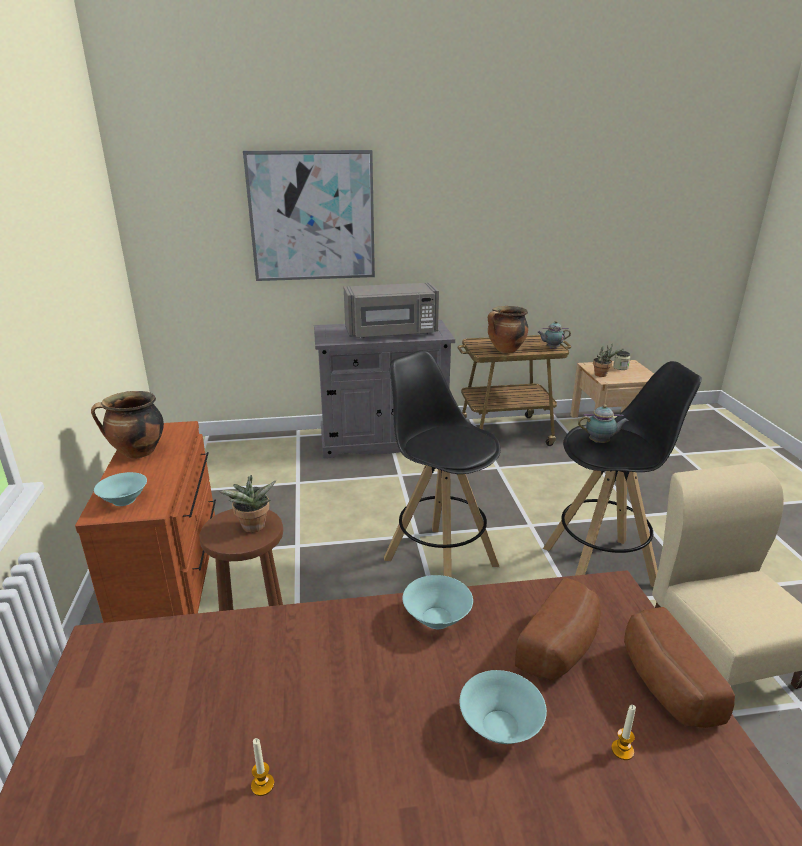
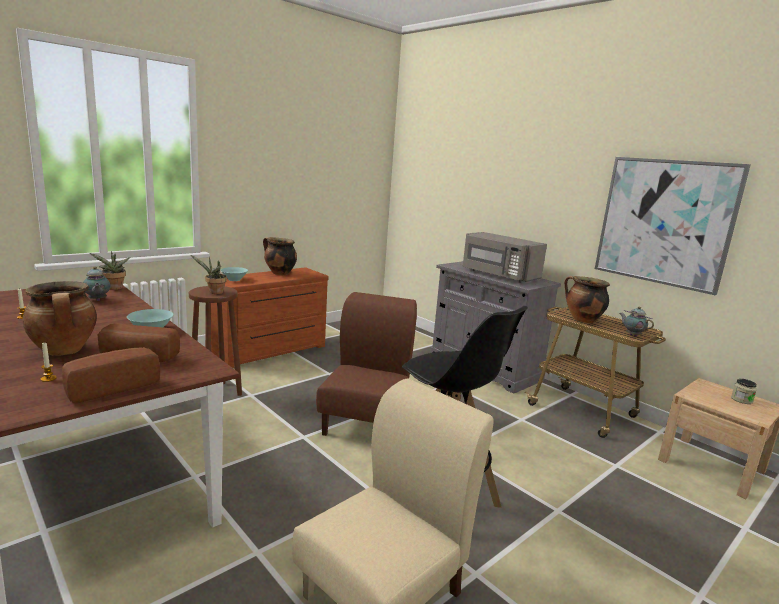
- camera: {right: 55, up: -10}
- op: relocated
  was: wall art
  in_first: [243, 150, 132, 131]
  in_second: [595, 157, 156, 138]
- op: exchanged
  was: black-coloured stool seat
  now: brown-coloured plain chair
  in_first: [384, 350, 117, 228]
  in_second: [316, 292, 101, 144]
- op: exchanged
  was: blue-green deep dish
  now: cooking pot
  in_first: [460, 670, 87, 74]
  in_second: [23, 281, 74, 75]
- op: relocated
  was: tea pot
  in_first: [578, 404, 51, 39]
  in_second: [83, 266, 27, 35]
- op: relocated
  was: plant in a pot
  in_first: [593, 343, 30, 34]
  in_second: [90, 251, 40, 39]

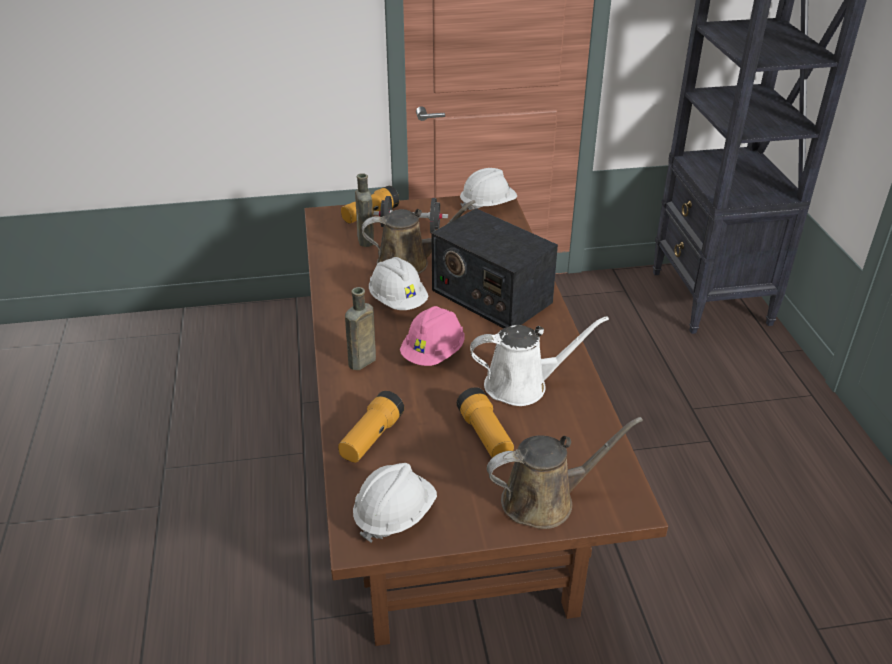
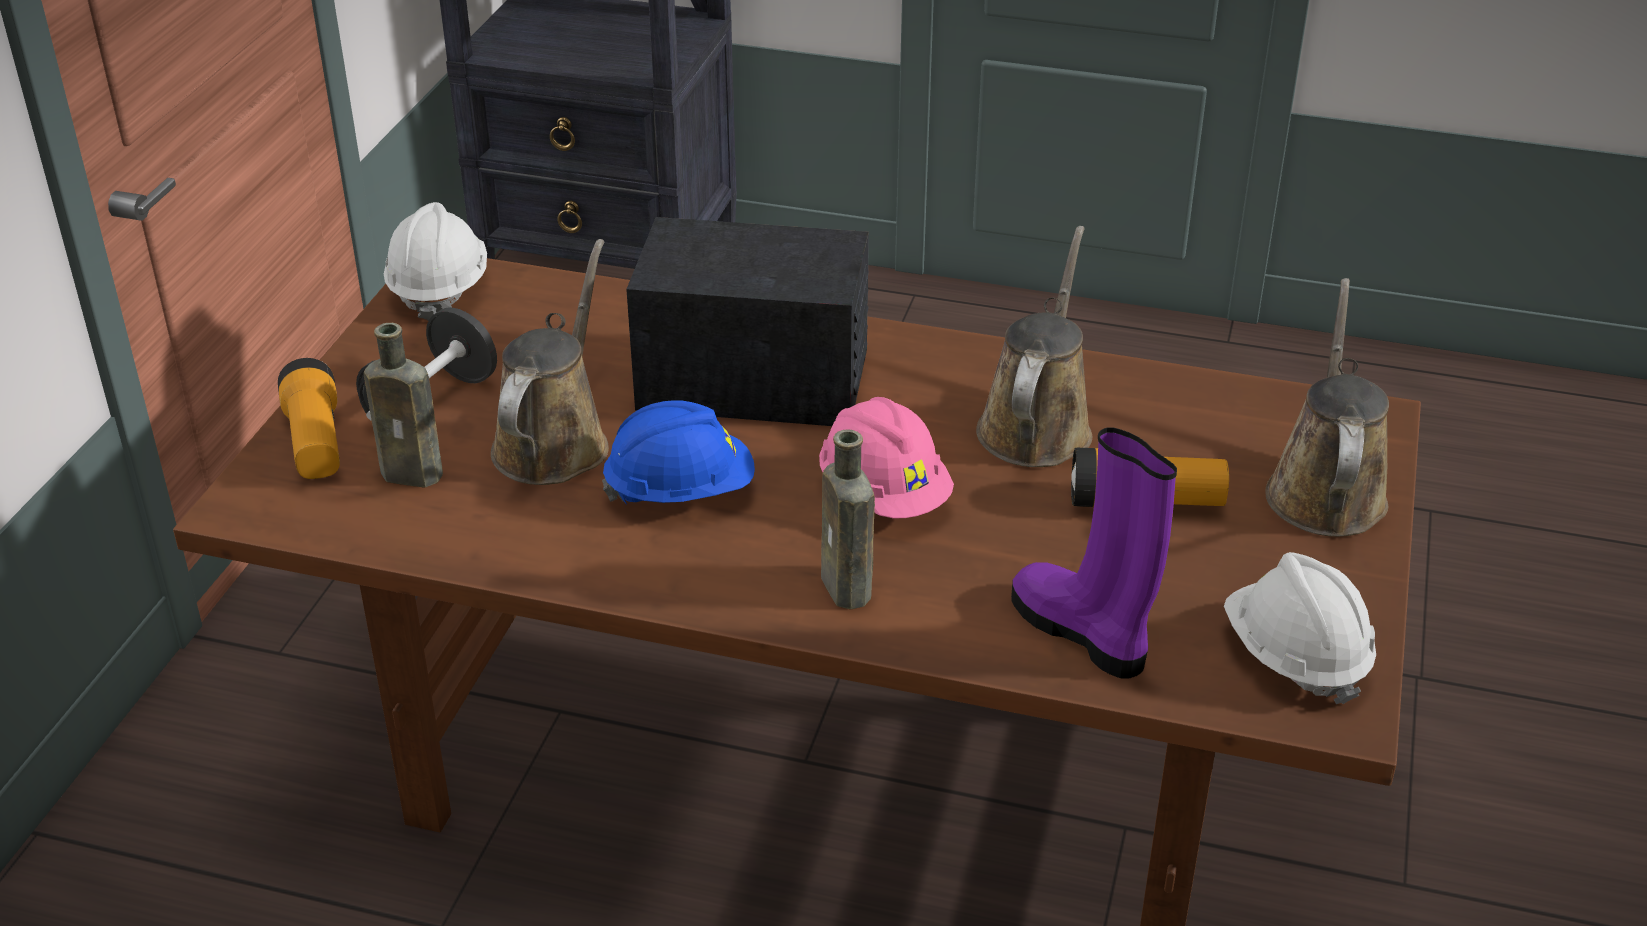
- camera: {right: -65, up: 0}
- op: exchanged
  was: flashlight
  now: purple-coloured tall boot
  in_first: [338, 391, 66, 72]
  in_second: [1011, 427, 166, 252]
- op: colour
  was: whitish hard hat
  now: blue hard hat
  in_first: [369, 257, 59, 53]
  in_second: [602, 400, 153, 104]
- op: spun
  was: radio receiver
  in_first: [431, 208, 127, 120]
  in_second: [626, 217, 243, 209]
  clockwise: -150
- op: colour
  was: whitish watering pot
  now: brown-coloured watering pot
  in_first: [470, 316, 139, 90]
  in_second: [976, 226, 116, 241]

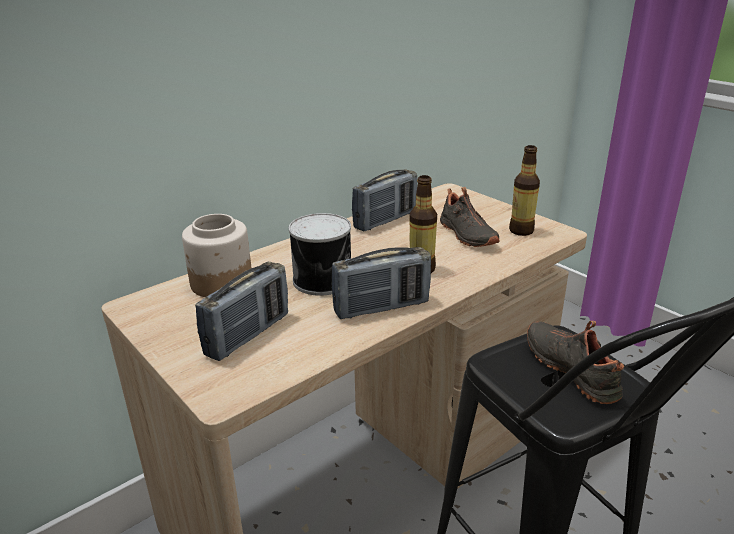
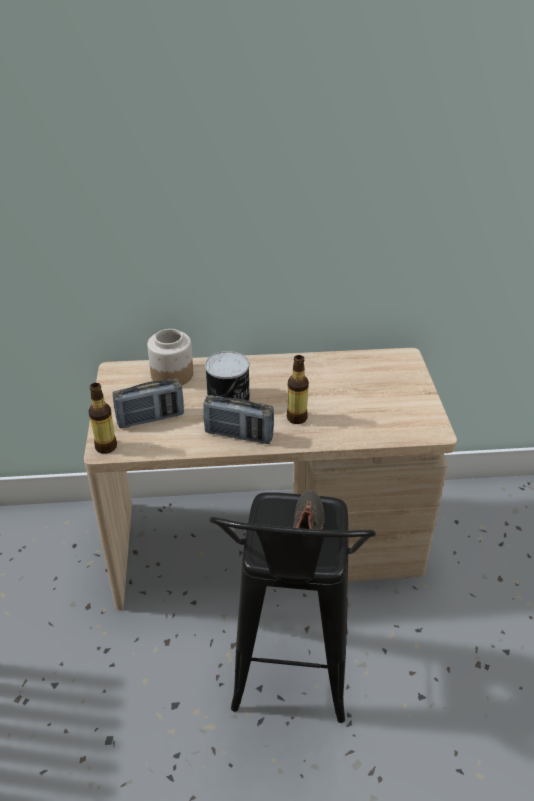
- camera: {right: 35, up: 10}
- op: missing
  was: radio receiver
  in_first: [352, 170, 65, 62]
- op: missing
  was: black-coloured shoe
  in_first: [440, 187, 59, 60]
- op: relocated
  was: bottle
  in_first: [509, 145, 31, 91]
  in_second: [88, 383, 29, 71]

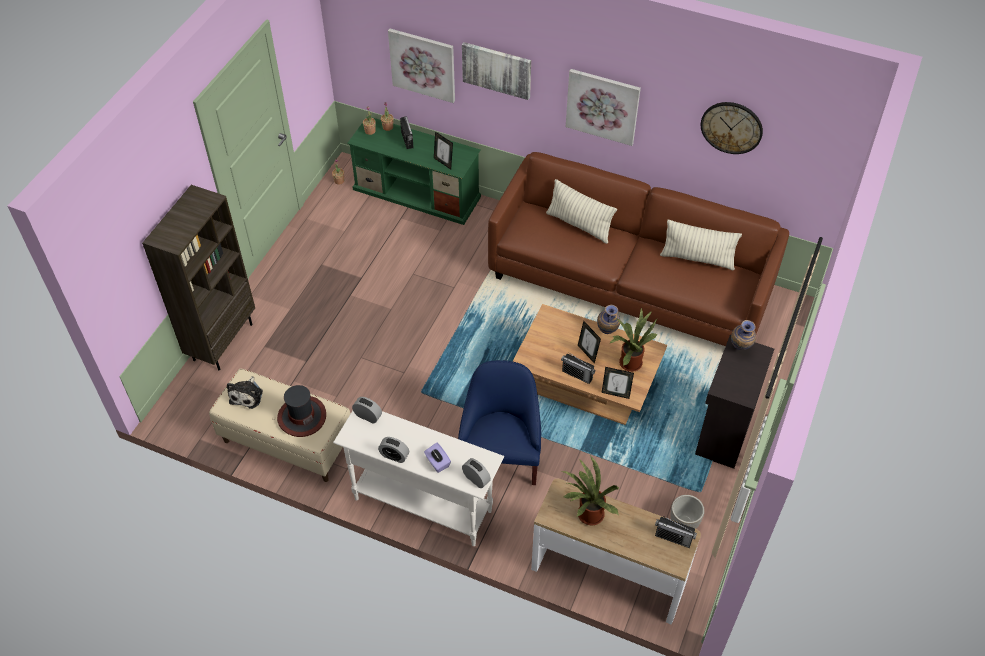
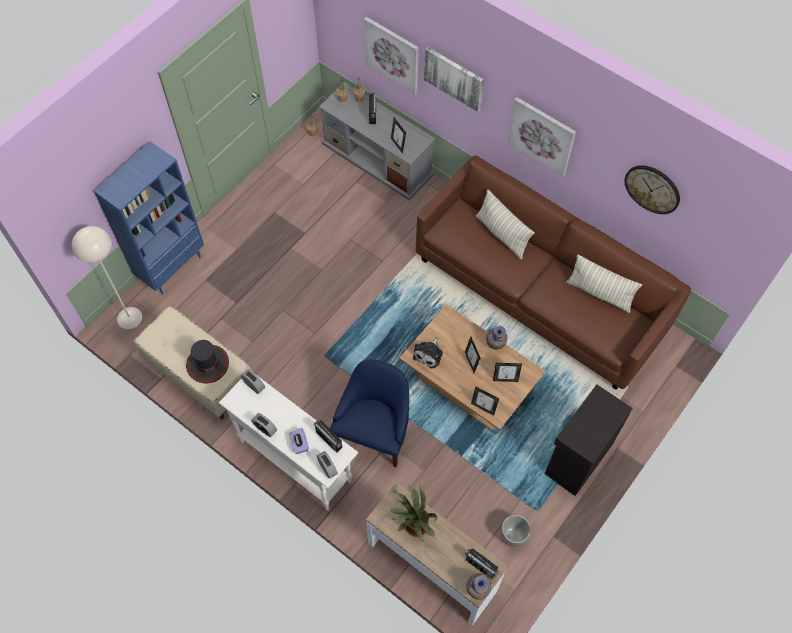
- camera: {right: 15, up: 10}
- op: colour
  was: brown-coloured bookcase
  now: blue bookcase
  in_first: [142, 185, 113, 186]
  in_second: [94, 141, 110, 153]
- op: relocated
  was: plush toy
  in_first: [227, 376, 36, 33]
  in_second: [413, 337, 30, 32]
- op: colour
  was: green-coloured tv stand
  now: greyish tv stand
  in_first: [347, 116, 134, 109]
  in_second: [319, 82, 117, 119]
- op: relocated
  was: radio receiver
  in_first: [561, 353, 34, 31]
  in_second: [314, 420, 28, 33]
- op: exchanged
  was: plant in a pot
  now: picture frame
  in_first: [609, 308, 49, 64]
  in_second: [493, 363, 29, 19]
- op: relocated
  was: vase
  in_first: [731, 320, 25, 30]
  in_second: [467, 573, 24, 27]
- op: appeared
  now: beige-coloured standing lamp
  in_second: [72, 226, 70, 103]

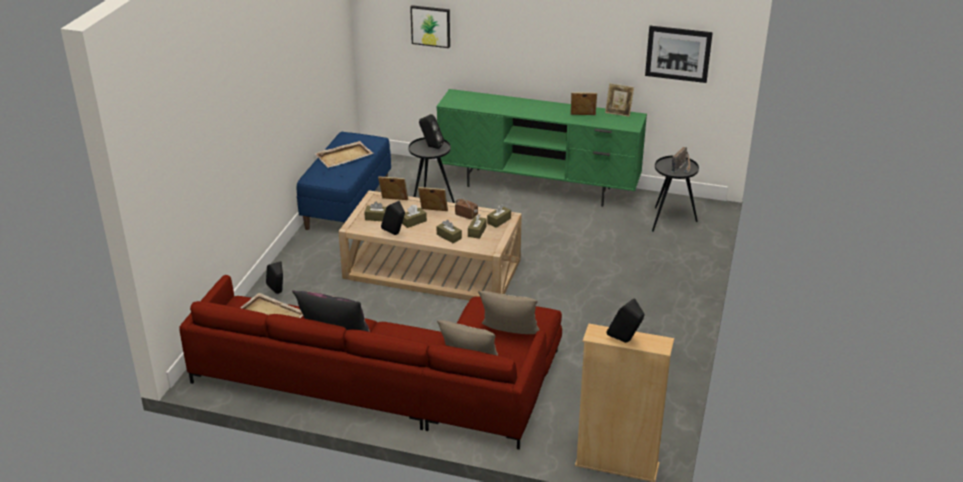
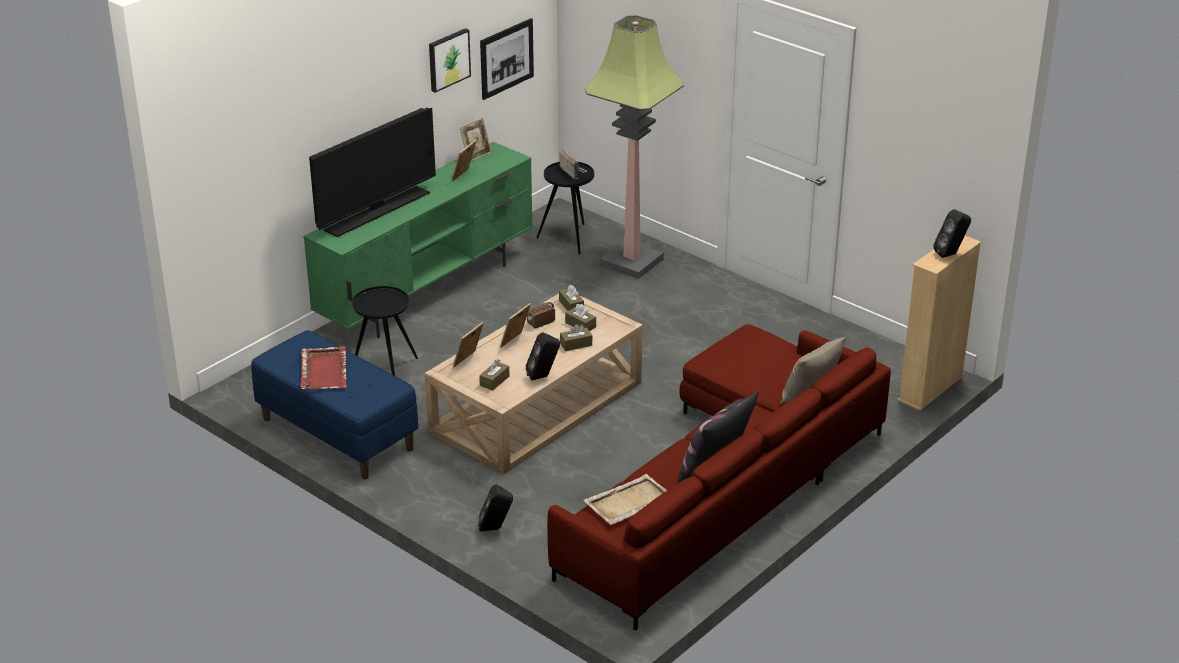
- camera: {right: -65, up: 0}
- op: colour
  was: beige-coloured tray
  now: reddish tray
  in_first: [314, 141, 60, 27]
  in_second: [301, 346, 46, 44]
- op: missing
  was: brown-coloured tissue holder
  in_first: [402, 205, 25, 23]
- op: relocated
  was: wall art
  in_first: [410, 5, 40, 43]
  in_second: [429, 28, 42, 65]
- op: missing
  was: black-coloured audio speaker
  in_first: [419, 114, 25, 35]
- op: missing
  was: beige-coloured pillow
  in_first: [478, 291, 62, 43]
- op: appeared
  now: TV
  in_second: [309, 107, 127, 130]
- op: appeared
  now: standing lamp
  in_second: [585, 15, 99, 264]

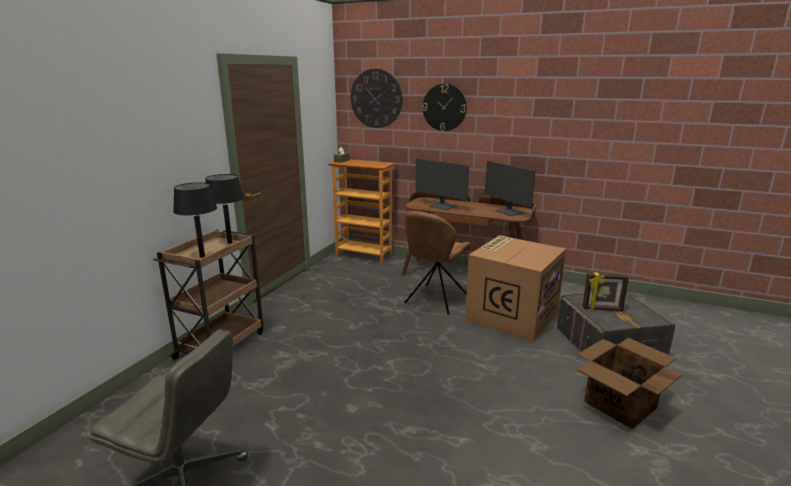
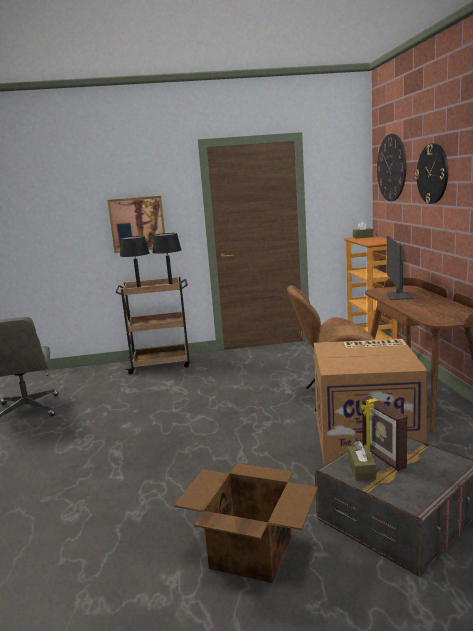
- camera: {right: 60, up: -5}
- op: missing
  was: computer display
  in_first: [485, 161, 50, 55]
- op: appeared
  now: wall art
  in_second: [107, 196, 58, 57]
- op: appeared
  now: brown-coloured tissue holder
  in_second: [348, 441, 28, 40]

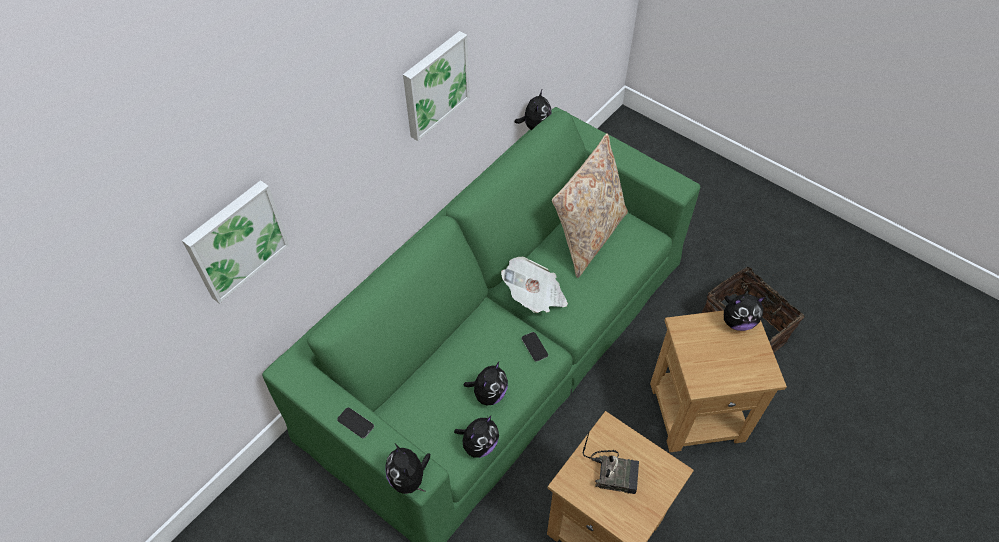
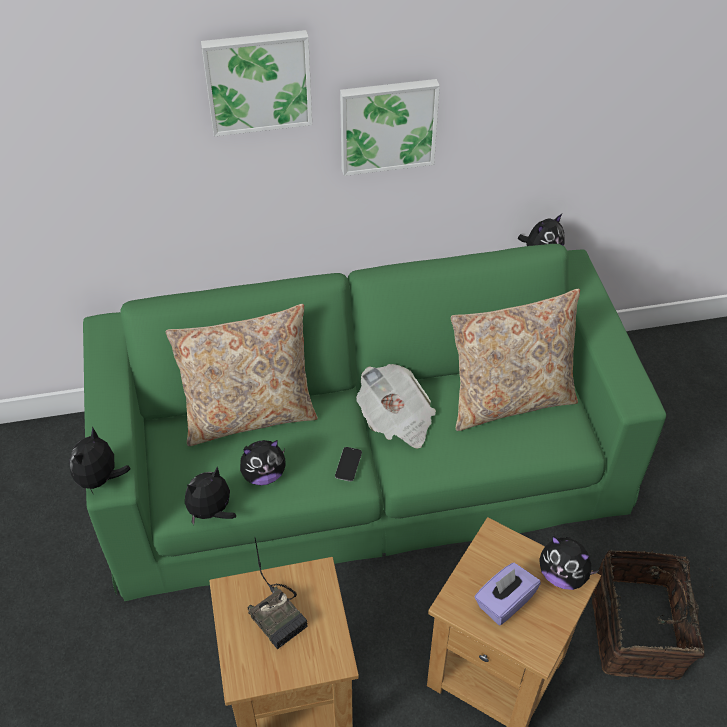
- camera: {right: 40, up: -5}
- op: relocated
  was: wall art
  in_first: [182, 180, 107, 124]
  in_second: [201, 30, 111, 106]
- op: missing
  was: handset
  in_first: [337, 407, 37, 31]
- op: spun
  was: plush toy
  in_first: [454, 416, 45, 42]
  in_second: [185, 466, 51, 59]
  clockwise: 150
- op: appeared
  now: beige-coloured pillow
  in_second: [165, 304, 153, 142]
- op: appeared
  now: purple-coloured tissue holder
  in_second: [475, 563, 66, 63]

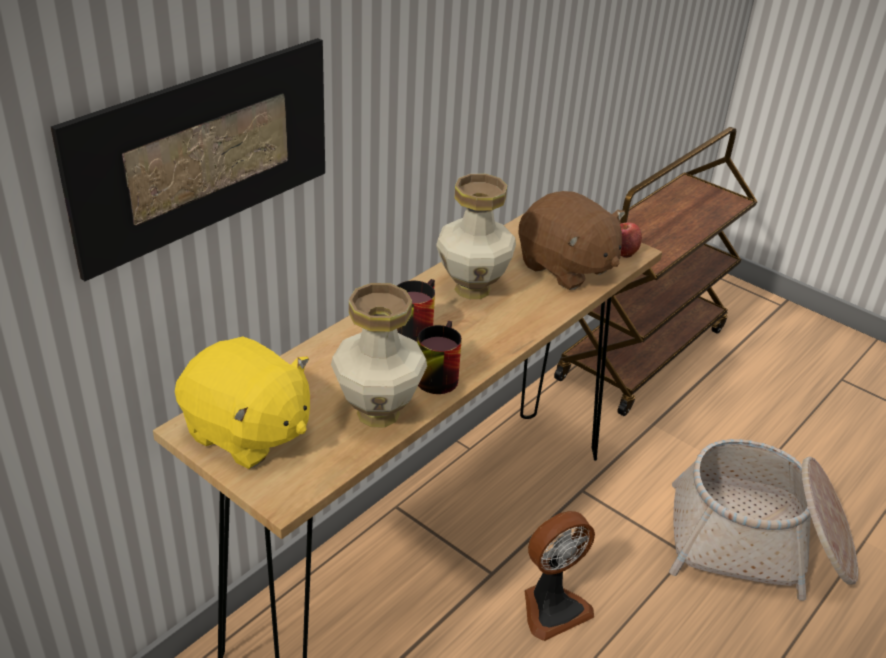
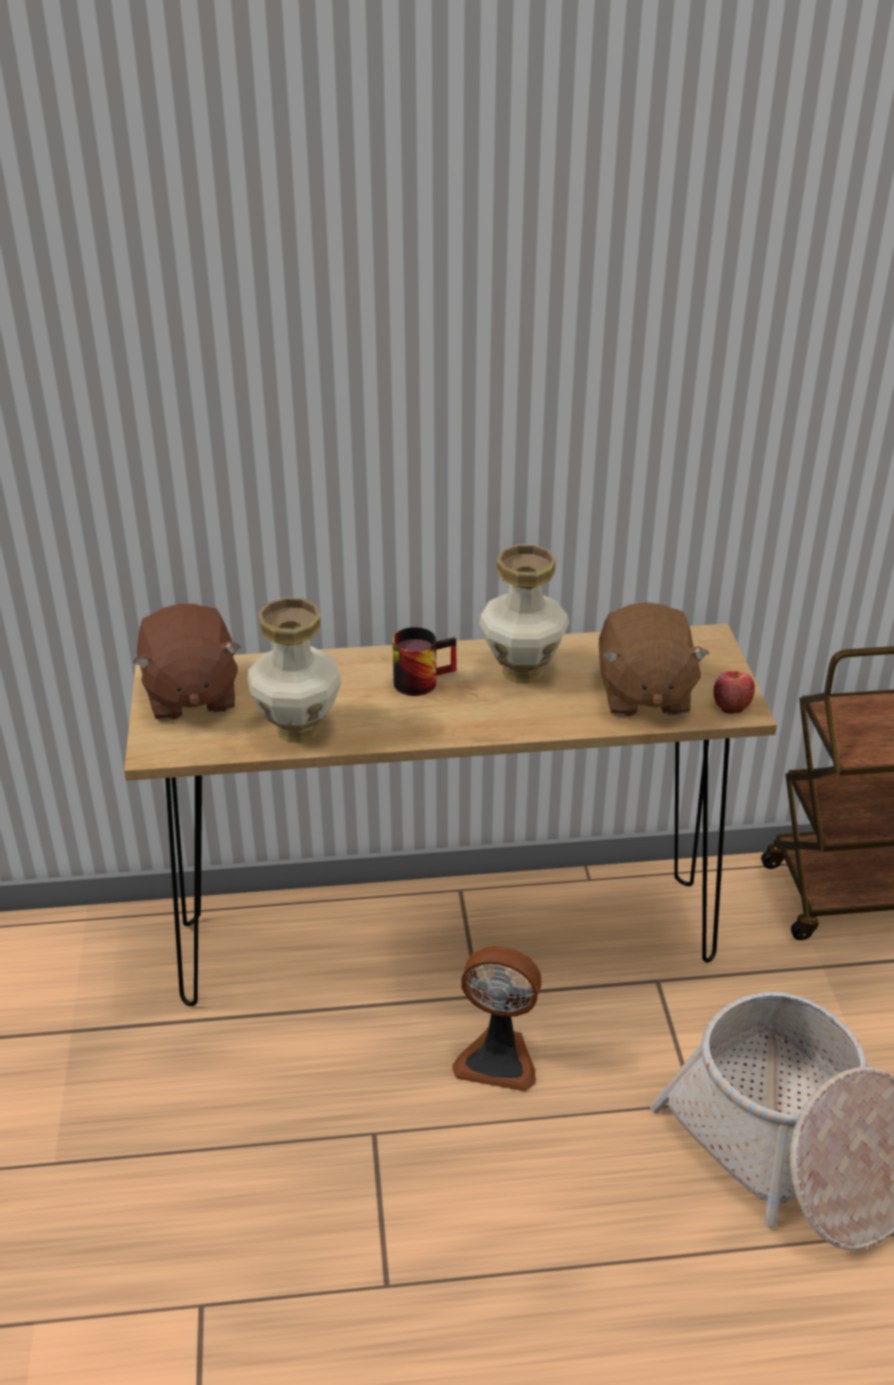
- camera: {right: 45, up: 0}
- op: missing
  was: wall art
  in_first: [51, 38, 274, 243]
- op: colour
  was: yellow-coloured plush toy
  now: brown-coloured plush toy
  in_first: [175, 336, 135, 133]
  in_second: [133, 604, 108, 117]
- op: missing
  was: coffee mug
  in_first: [418, 321, 44, 73]

